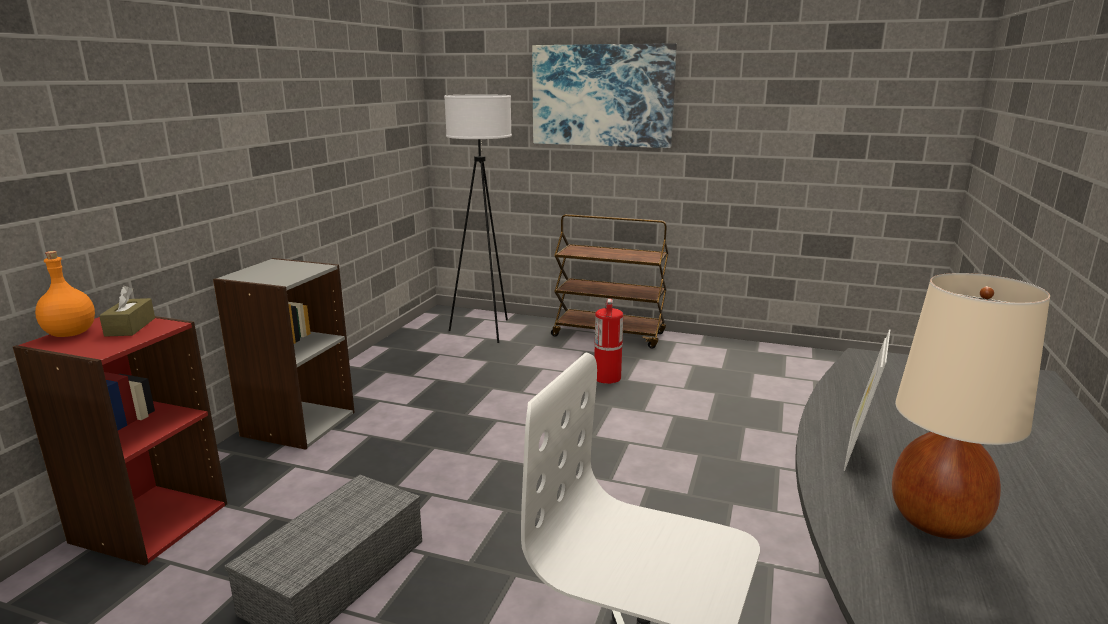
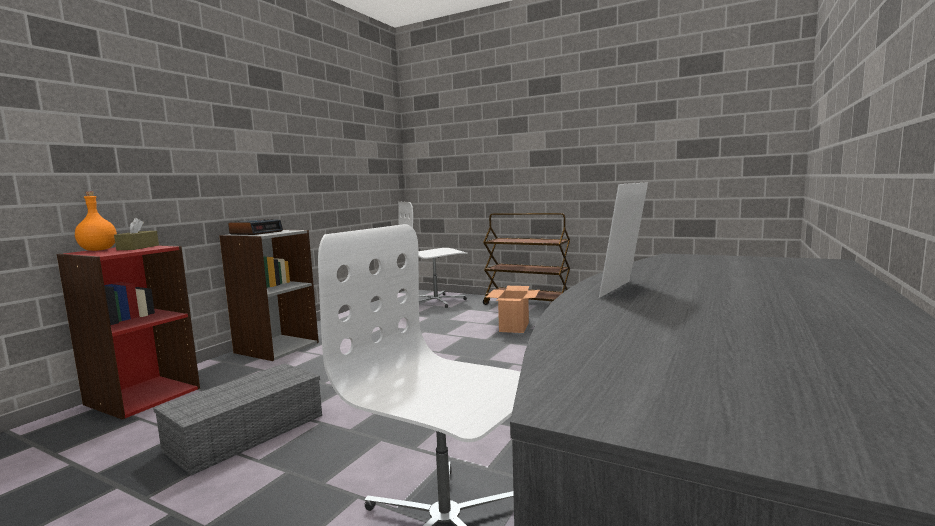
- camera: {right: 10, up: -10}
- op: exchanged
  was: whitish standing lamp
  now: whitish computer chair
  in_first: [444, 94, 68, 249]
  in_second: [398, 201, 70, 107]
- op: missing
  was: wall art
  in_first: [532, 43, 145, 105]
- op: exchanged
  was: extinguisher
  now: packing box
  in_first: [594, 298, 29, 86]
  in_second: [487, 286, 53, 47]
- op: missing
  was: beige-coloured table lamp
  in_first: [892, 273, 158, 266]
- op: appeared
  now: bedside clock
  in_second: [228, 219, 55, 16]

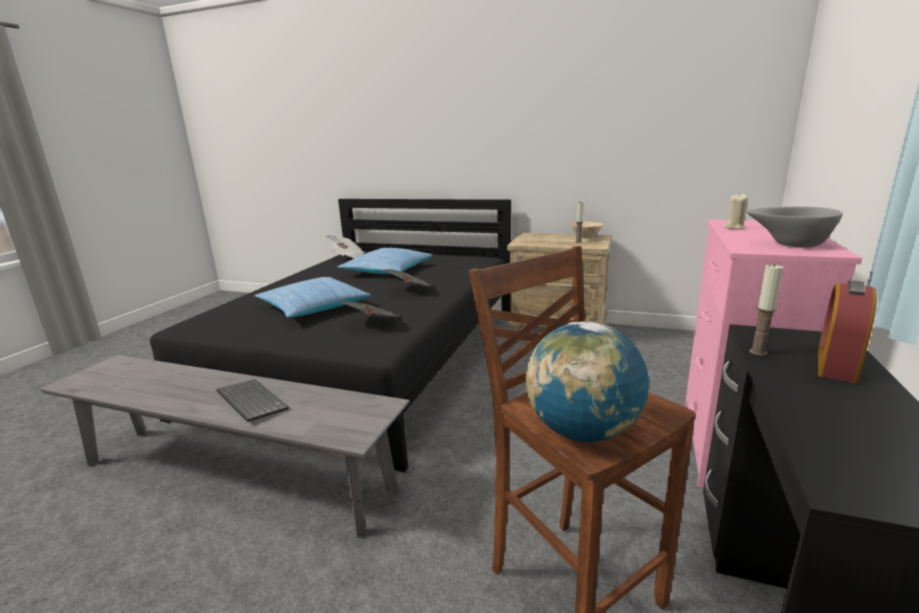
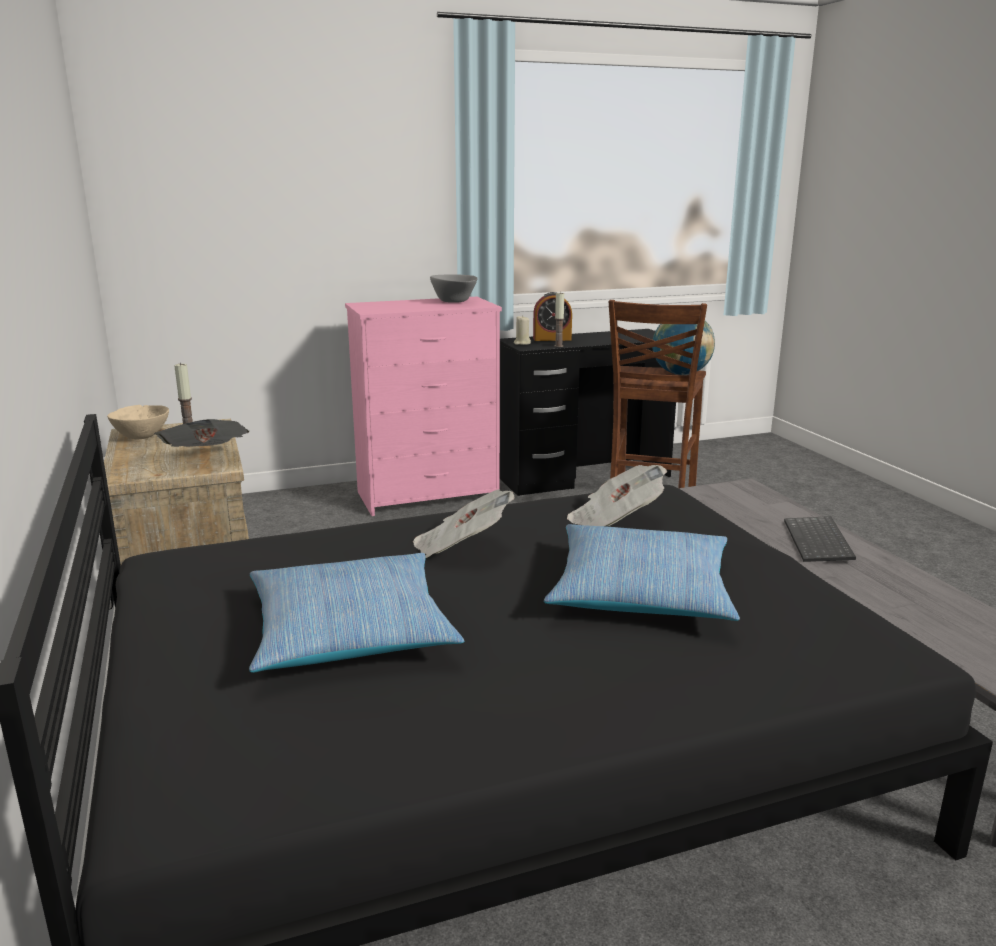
- camera: {right: -130, up: 0}
- op: relocated
  was: newspaper
  in_first: [324, 235, 41, 24]
  in_second: [154, 419, 95, 28]
- op: relocated
  was: beige-coloured wax candle
  in_first: [723, 193, 25, 36]
  in_second: [514, 315, 17, 30]

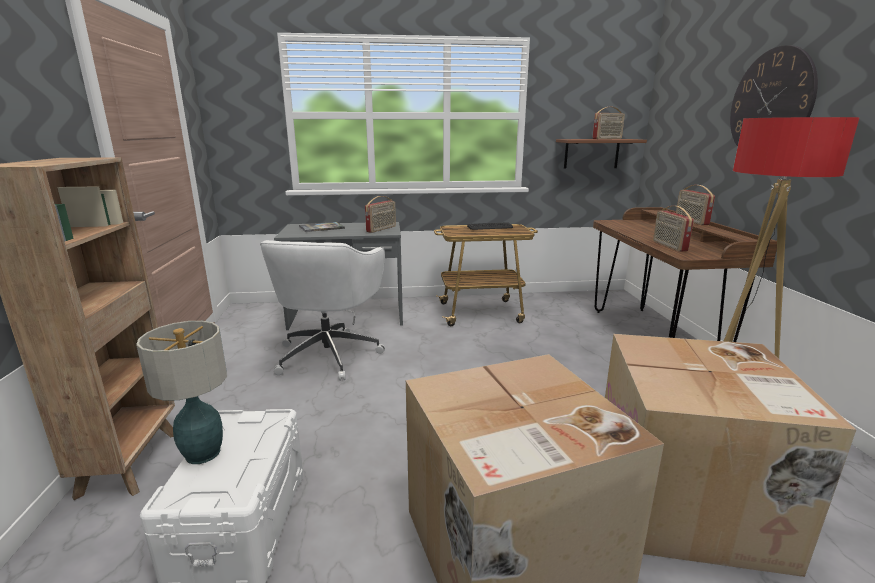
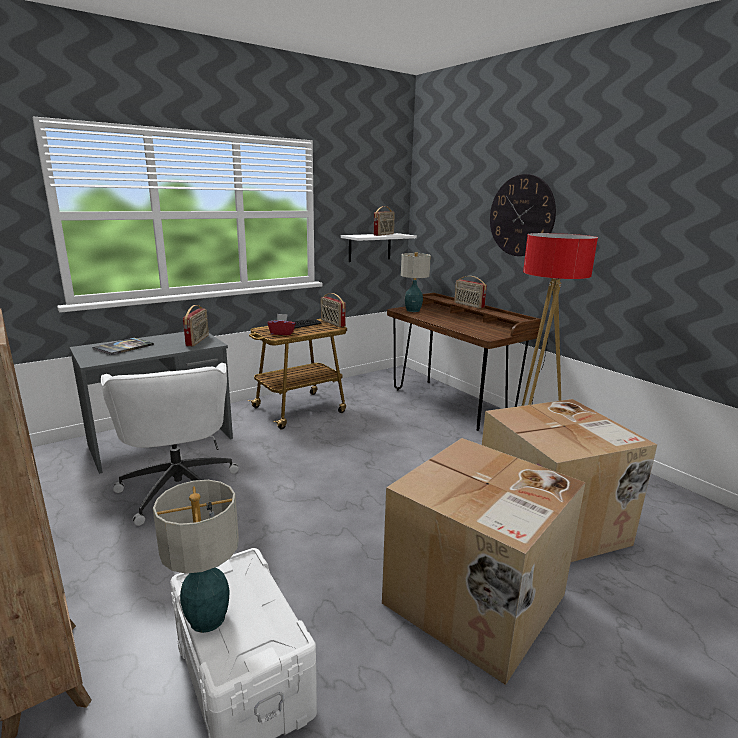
- camera: {right: -30, up: 0}
- op: colour
  was: brown-coloured shelf
  now: whitish shelf
  in_first: [556, 139, 91, 30]
  in_second: [341, 233, 76, 29]
- op: relocated
  was: radio receiver
  in_first: [653, 206, 41, 46]
  in_second: [321, 293, 25, 34]
- op: appeared
  now: reddish tissue holder
  in_second: [268, 314, 28, 21]
- op: appeared
  now: table lamp
  in_second: [401, 252, 30, 60]

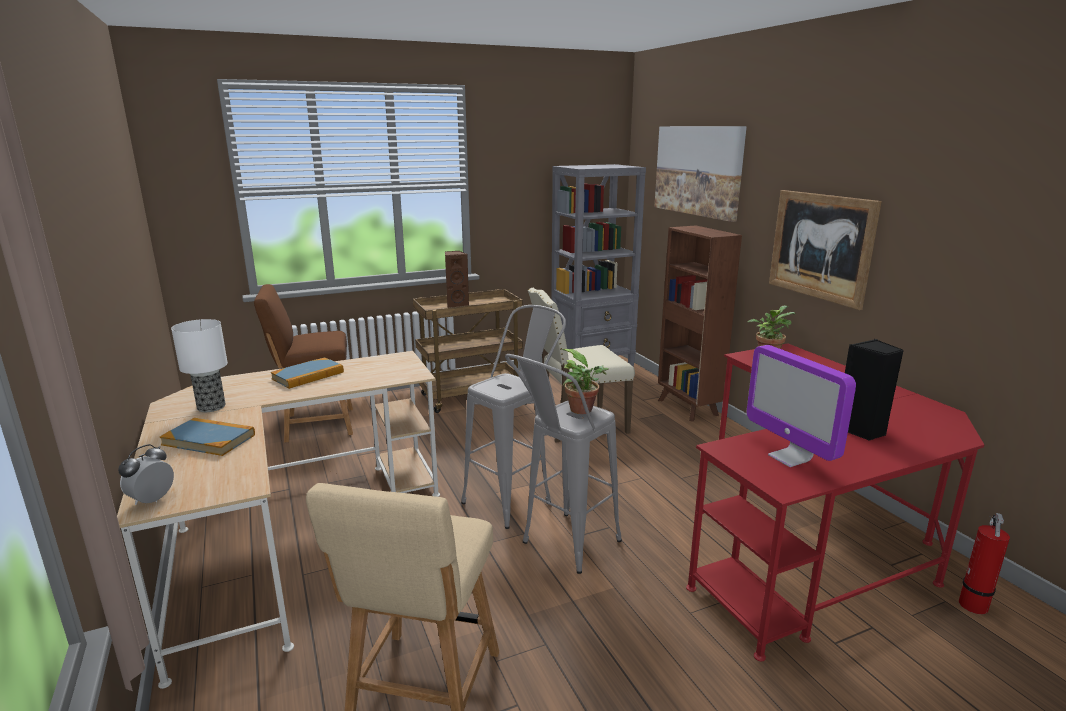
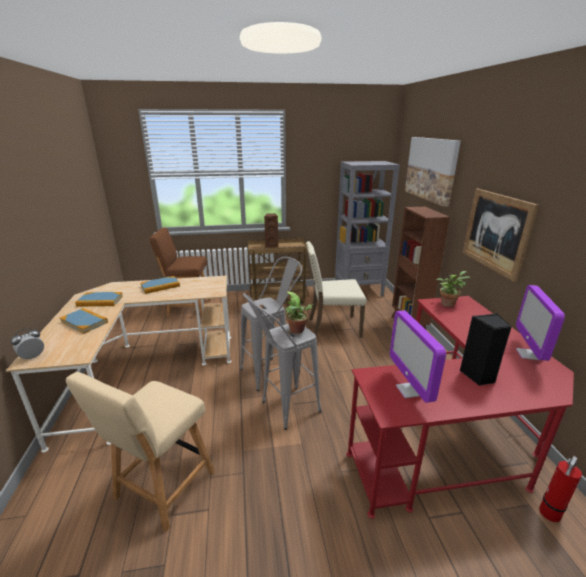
- camera: {right: 15, up: 5}
- op: exchanged
  was: table lamp
  now: bound book
  in_first: [171, 319, 57, 93]
  in_second: [75, 292, 48, 15]
- op: appeared
  now: computer display
  in_second: [516, 285, 49, 76]

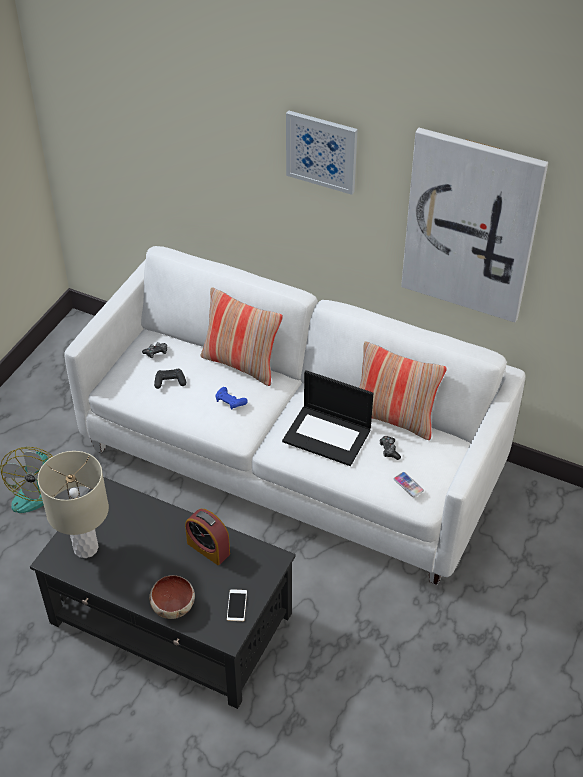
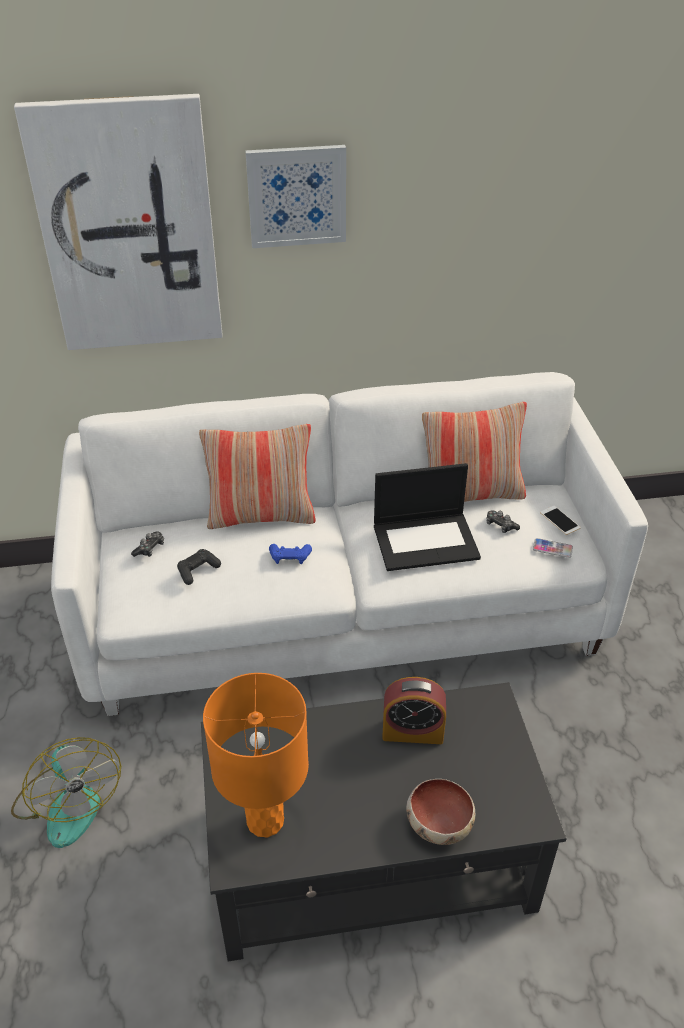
- camera: {right: -35, up: -5}
- op: colour
  was: beige-coloured table lamp
  now: orangey table lamp
  in_first: [38, 451, 71, 107]
  in_second: [203, 673, 106, 164]
- op: relocated
  was: handset
  in_first: [227, 589, 20, 32]
  in_second: [540, 506, 41, 29]
- op: relocated
  was: wall art
  in_first: [401, 128, 147, 194]
  in_second: [14, 94, 209, 256]

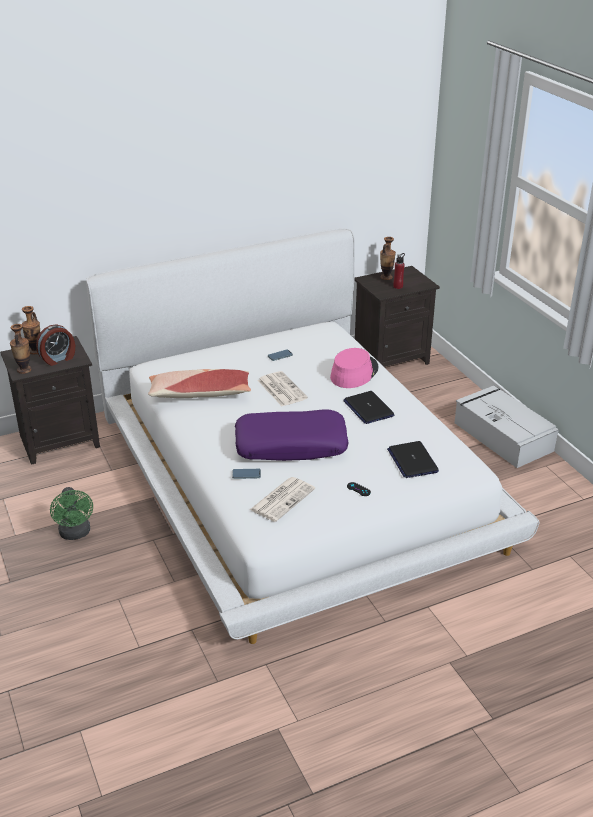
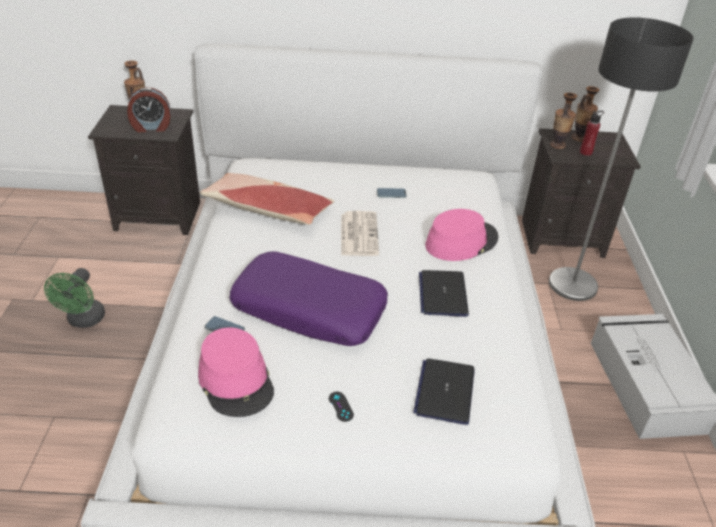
- camera: {right: 25, up: 5}
- op: relocated
  was: vase
  in_first: [10, 324, 21, 50]
  in_second: [550, 93, 27, 56]
- op: exchanged
  was: newspaper
  now: pinkish wearable hat
  in_first: [250, 477, 65, 45]
  in_second: [198, 327, 76, 90]
- op: appeared
  now: standing lamp
  in_second: [549, 17, 145, 284]

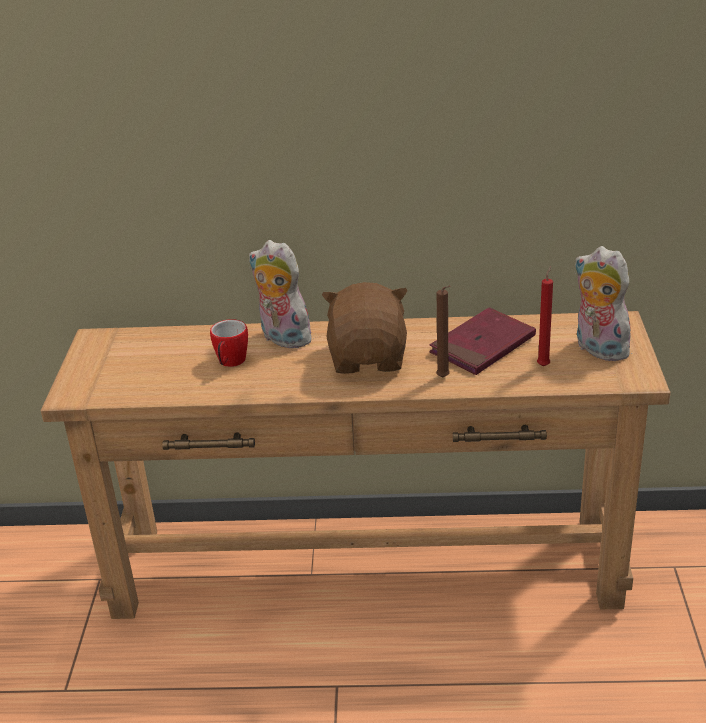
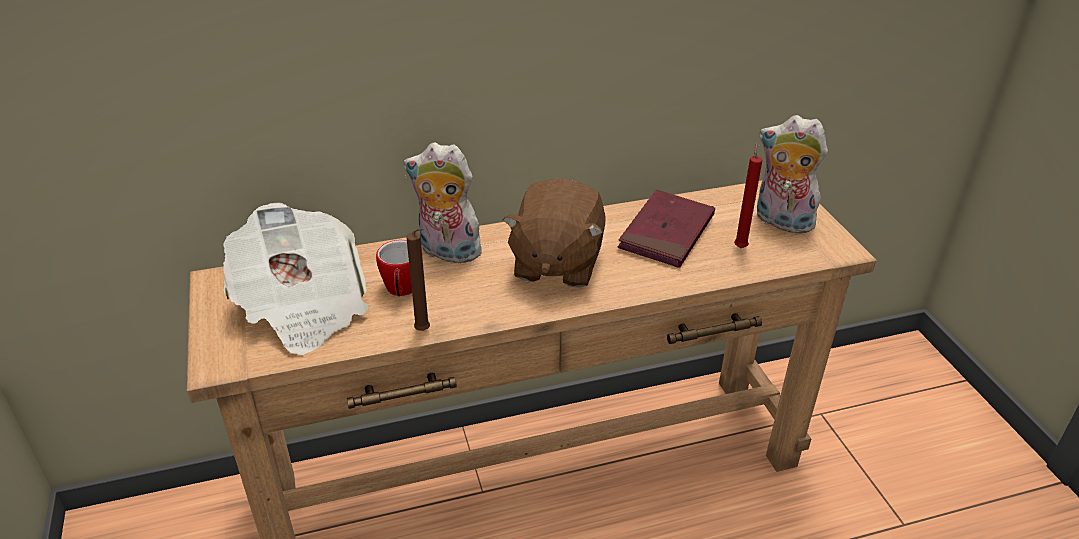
- camera: {right: -20, up: 5}
- op: spun
  was: brown-coloured plush toy
  in_first: [322, 282, 86, 92]
  in_second: [503, 179, 103, 109]
  clockwise: -150
- op: relocated
  was: brown-coloured wax candle
  in_first: [436, 286, 15, 91]
  in_second: [406, 228, 24, 103]
- op: appeared
  now: newspaper
  in_second: [223, 203, 145, 152]

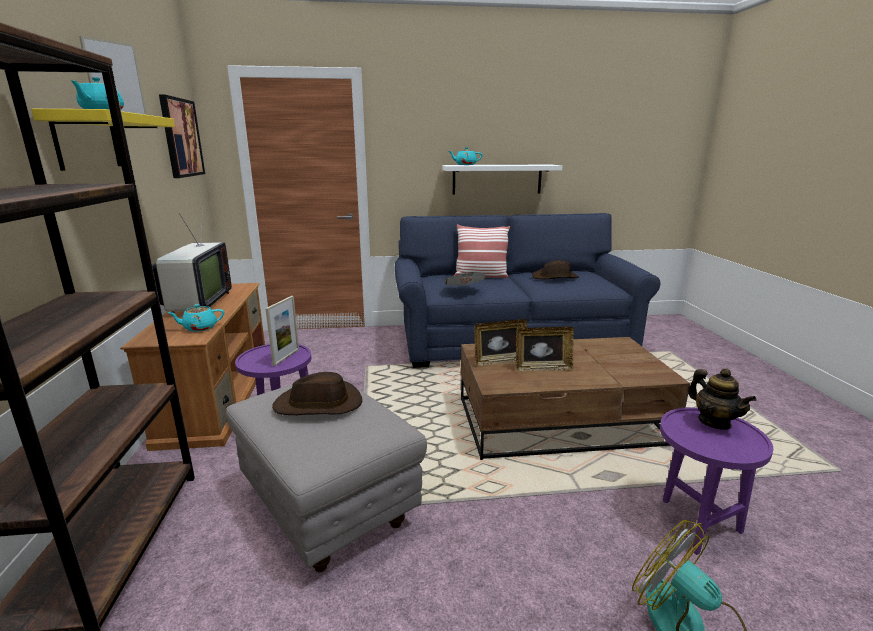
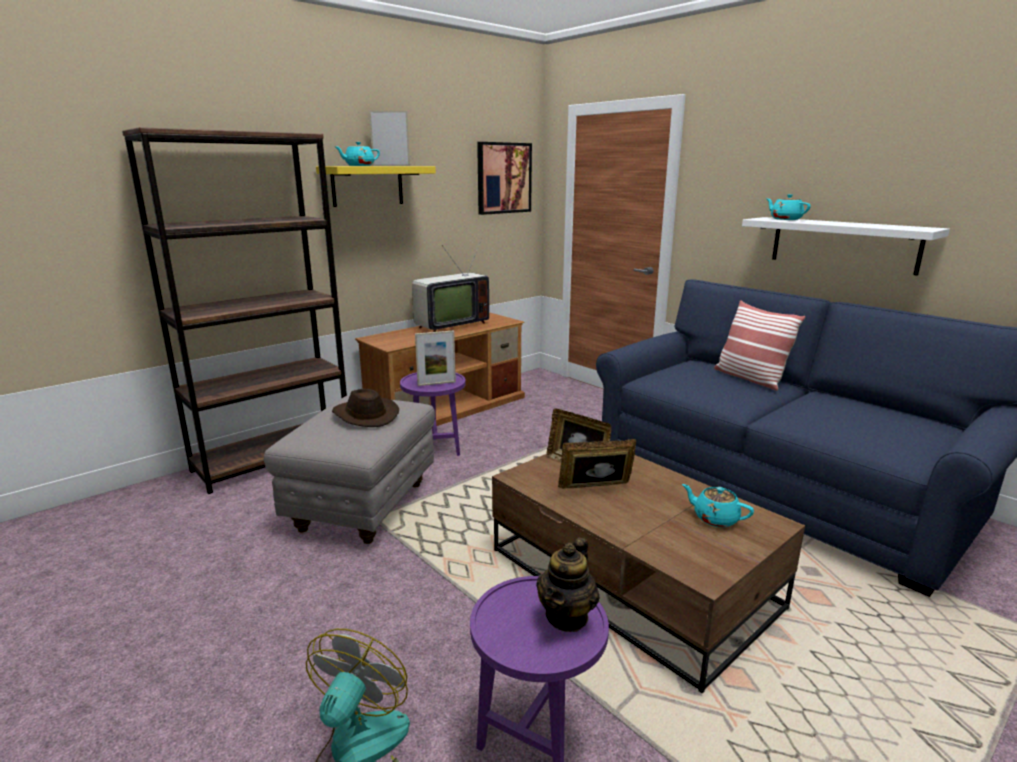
- camera: {right: 55, up: 0}
- op: relocated
  was: blue-green tea pot
  in_first: [168, 304, 56, 28]
  in_second: [682, 484, 72, 43]
- op: missing
  was: newspaper
  in_first: [445, 272, 41, 14]
- op: spun
  was: picture frame
  in_first: [516, 327, 58, 44]
  in_second: [558, 439, 78, 50]
  clockwise: 120
- op: missing
  was: brown-coloured wearable hat
  in_first: [532, 260, 47, 20]

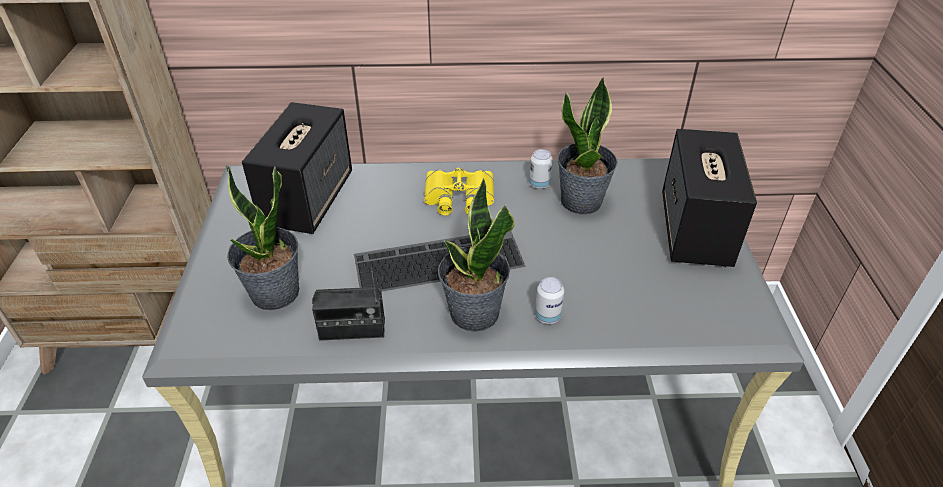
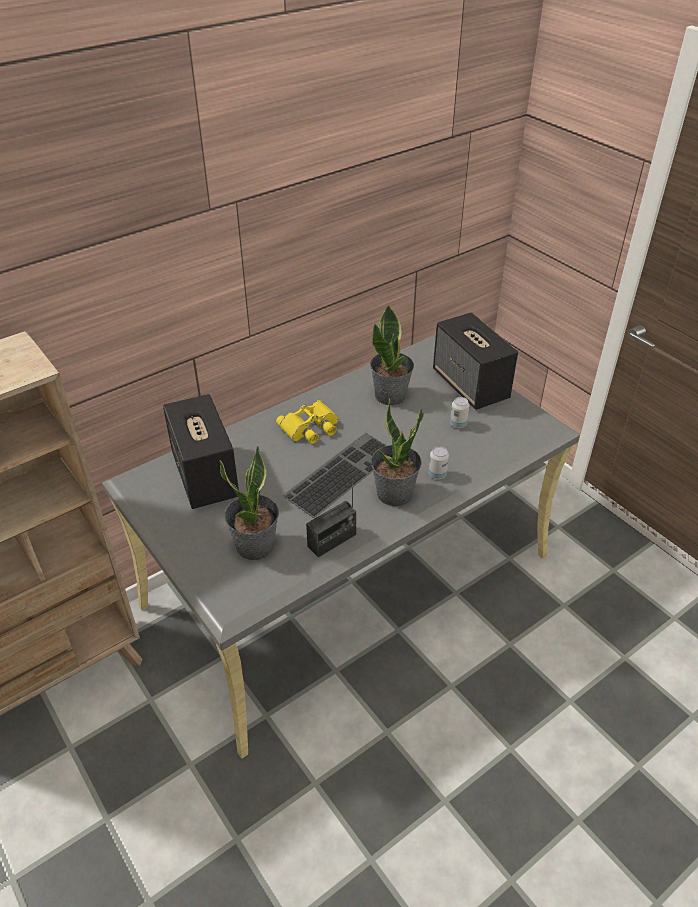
- camera: {right: -35, up: 0}
- op: relocated
  was: can
  in_first: [529, 149, 24, 40]
  in_second: [450, 397, 20, 31]

